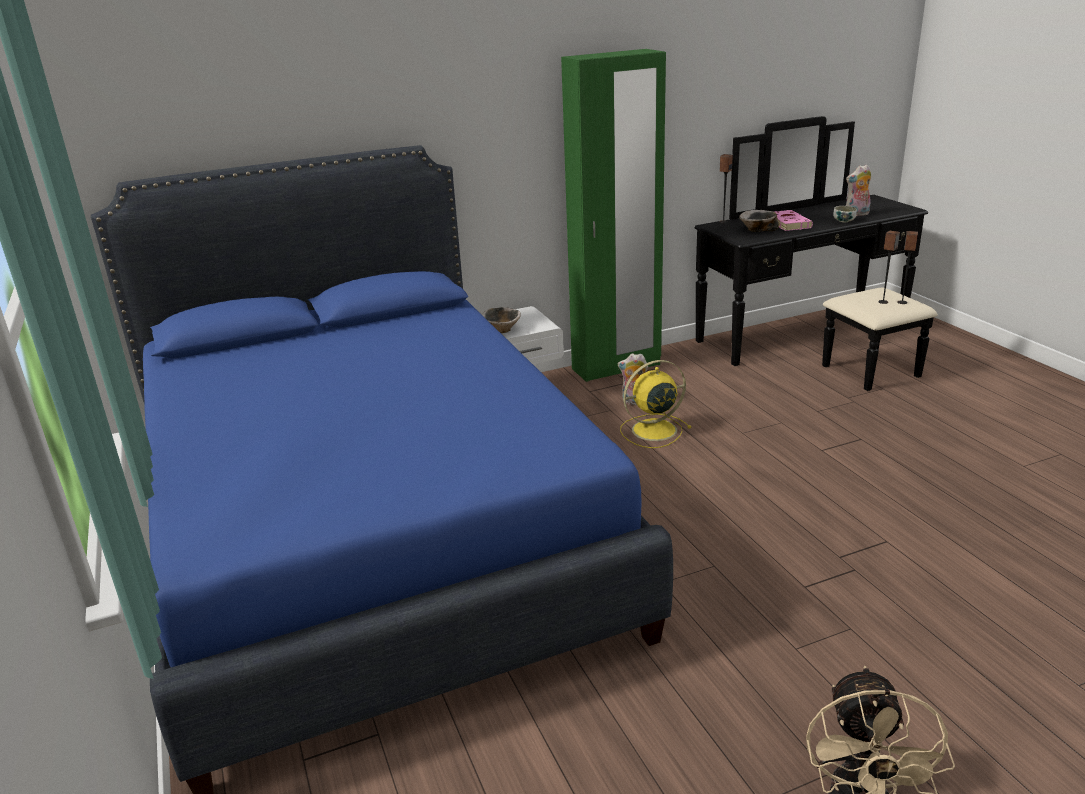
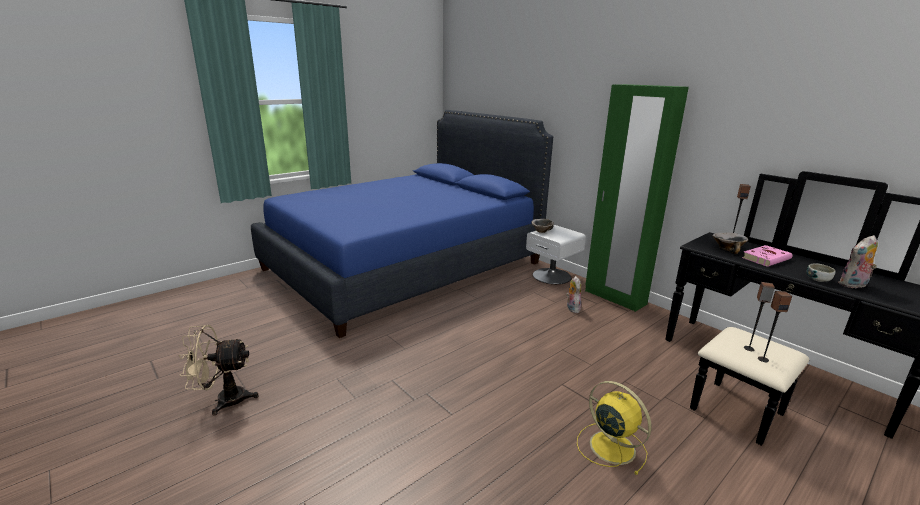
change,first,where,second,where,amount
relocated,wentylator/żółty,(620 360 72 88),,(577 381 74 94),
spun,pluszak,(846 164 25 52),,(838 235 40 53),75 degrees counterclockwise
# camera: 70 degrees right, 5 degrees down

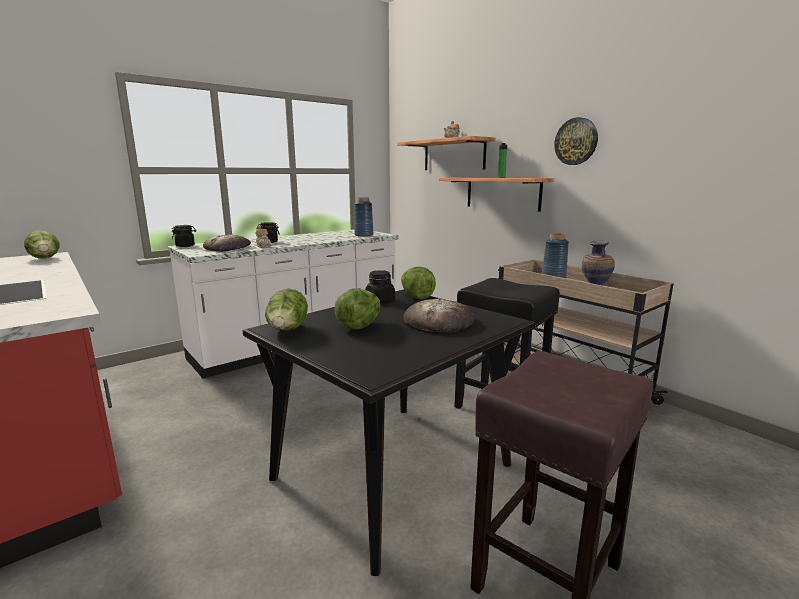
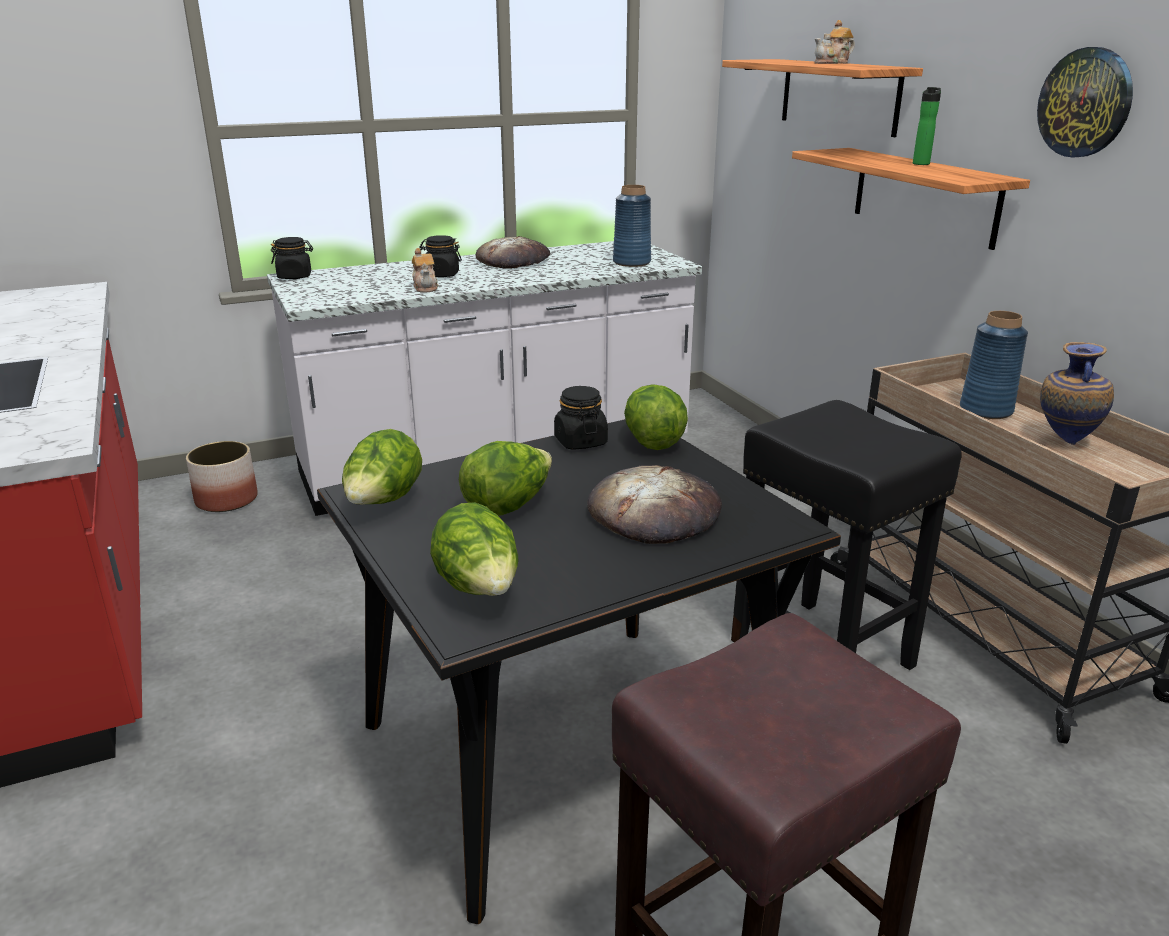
change,first,where,second,where,amount
relocated,sałata,(24 230 35 29),,(430 502 89 94),
relocated,chleb,(203 234 48 18),,(476 236 75 33),
appeared,,,donica,(186 441 72 71),
# camera: 15 degrees right, 10 degrees up

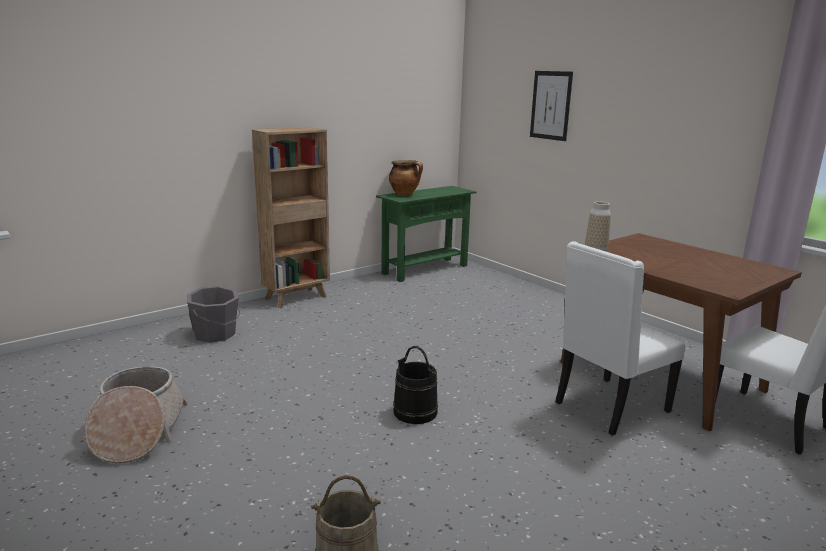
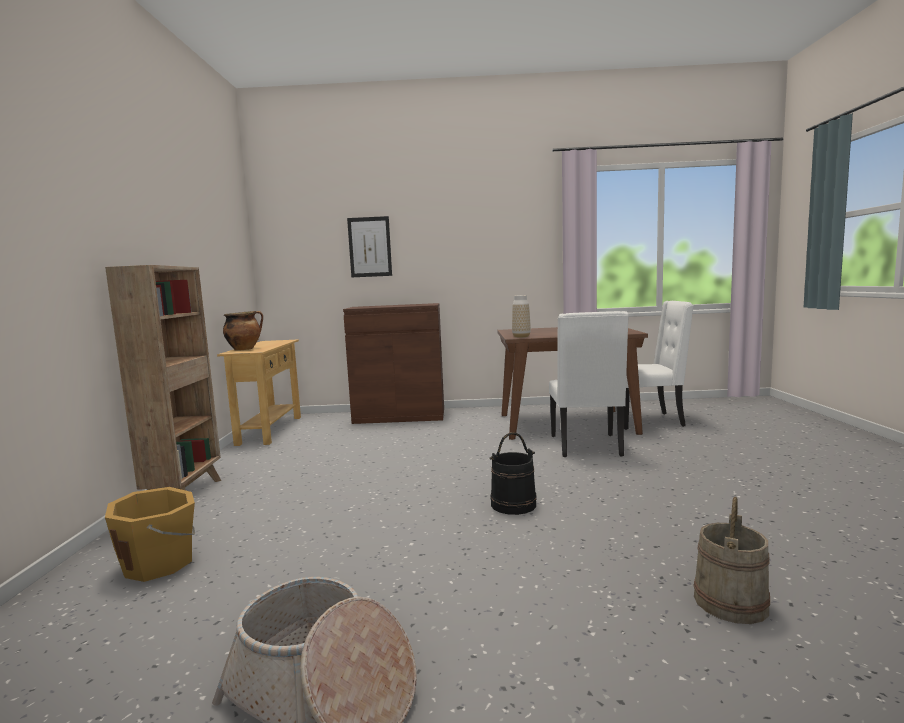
change,first,where,second,where,amount
colour,wiadro/szary,(187 285 53 58),wiadro/pomarańczowy,(105 487 90 95),
colour,stolik konsolowy/zielony,(376 186 101 96),stolik konsolowy/beżowy,(217 339 84 107),
appeared,,,szafka/brązowy,(343 303 101 121),
# camera: 50 degrees left, 10 degrees down

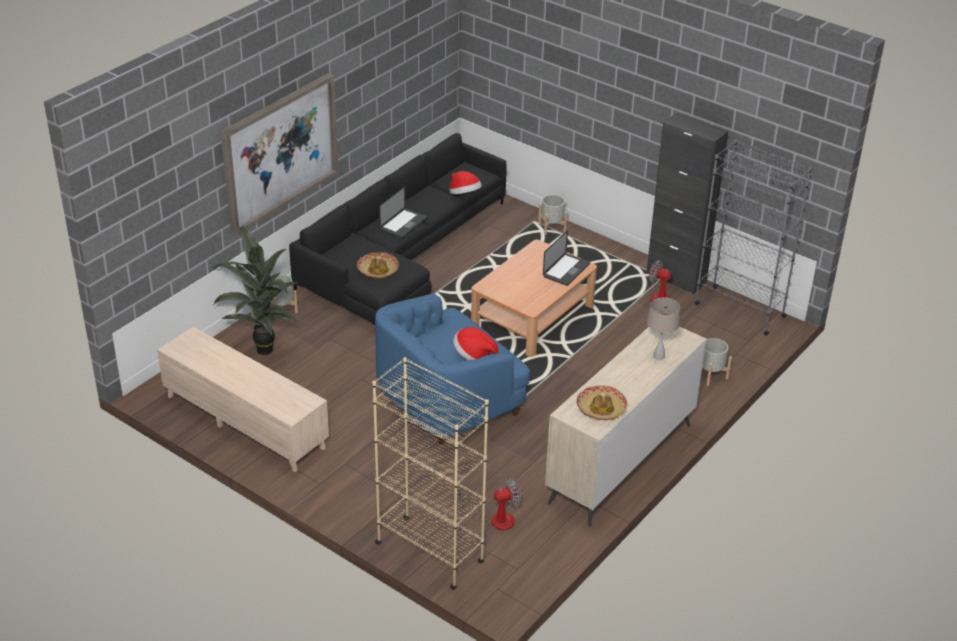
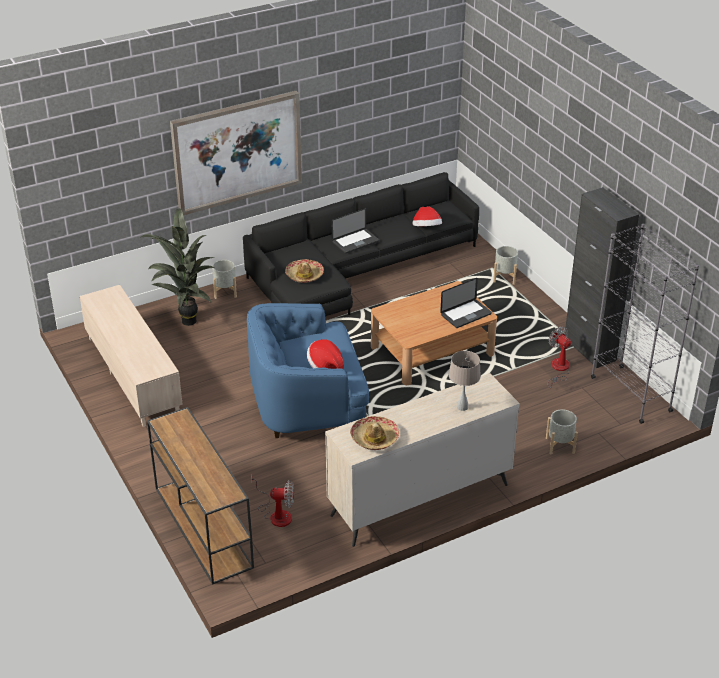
change,first,where,second,where,amount
exchanged,regał/beżowy,(372 357 117 233),stolik konsolowy/brązowy,(147 407 107 178),
# camera: 25 degrees right, 0 degrees up

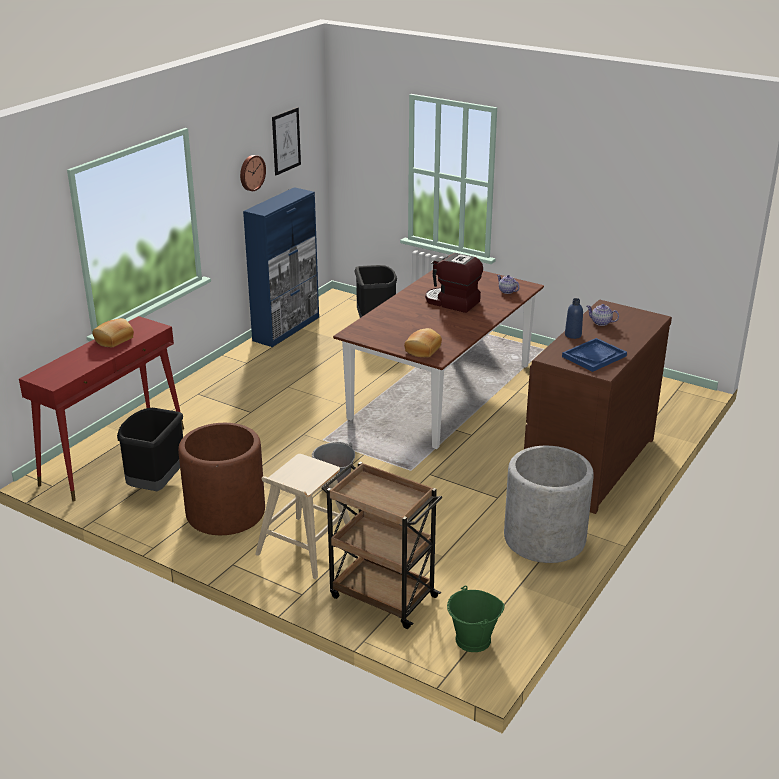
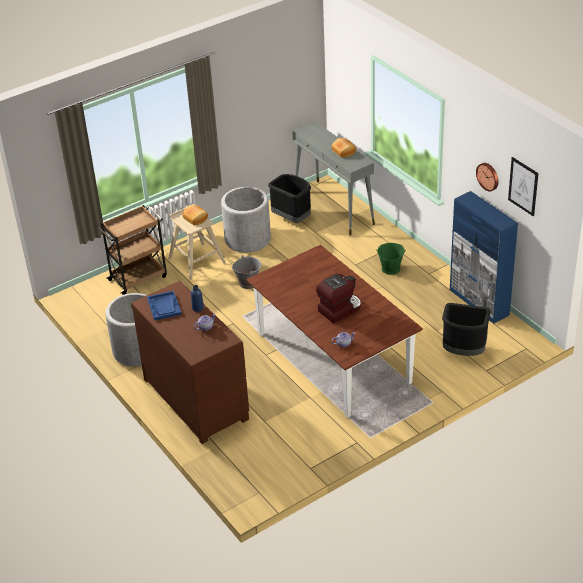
change,first,where,second,where,amount
colour,stolik konsolowy/czerwony,(19 316 165 186),stolik konsolowy/szary,(292 121 83 115),
colour,donica/brązowy,(178 423 87 112),donica/szary,(221 187 50 66),
relocated,chleb,(404 328 38 29),,(182 205 26 20),
relocated,wiadro/zielony,(447 586 58 66),,(376 243 30 32),
# camera: 115 degrees right, 10 degrees up

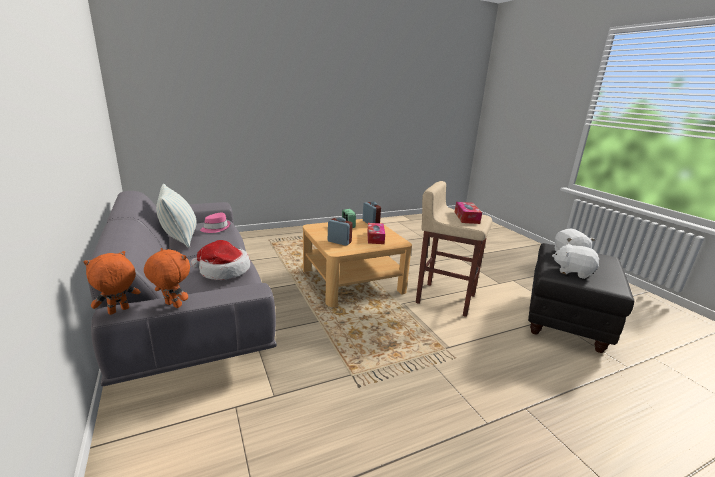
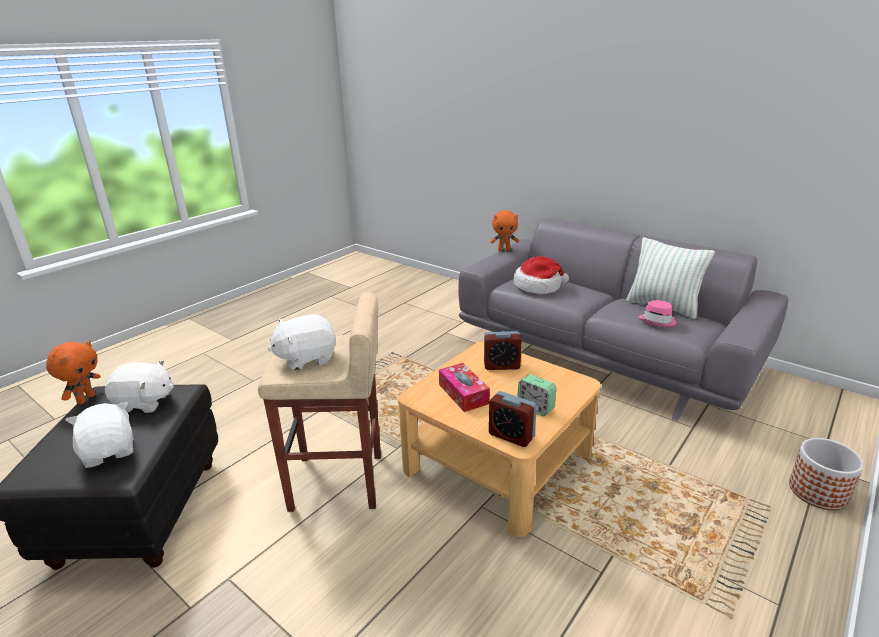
change,first,where,second,where,amount
relocated,pluszak/pomarańczowy,(84 251 56 64),,(46 340 55 64),
exchanged,pudełko chusteczek,(455 202 27 22),pluszak/biały,(268 314 68 57),
appeared,,,donica,(789 438 75 72),
# camera: 155 degrees right, 5 degrees up

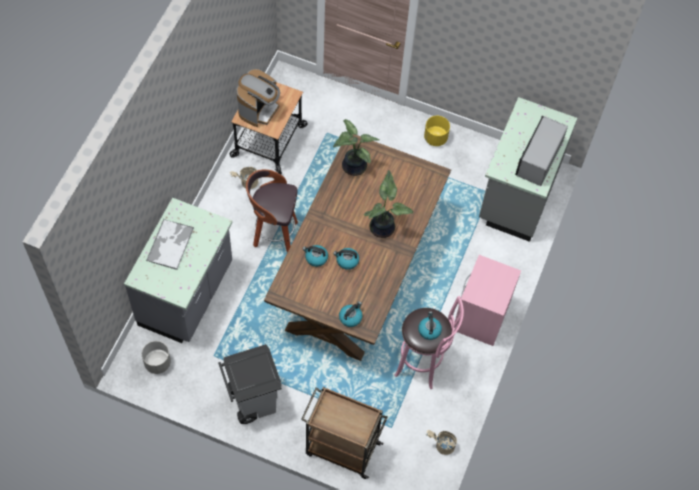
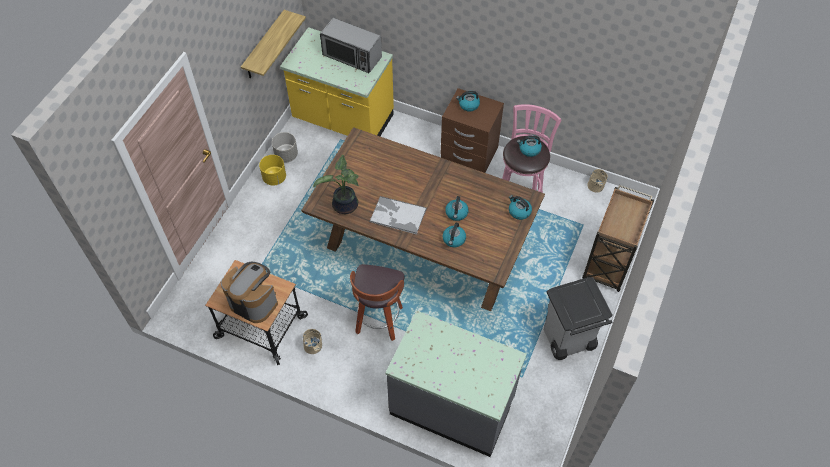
change,first,where,second,where,amount
relocated,donica/szary,(142 341 29 33),,(272 132 26 31),
relocated,taca,(146 219 48 51),,(369 196 58 39),
missing,roślina doniczkowa,(364 170 49 68),,,
colour,szafka nocna/różowy,(455 255 66 91),szafka nocna/brązowy,(440 88 64 85),
colour,zabudowa kuchenna/szary,(479 97 98 145),zabudowa kuchenna/żółty,(280 27 114 109),
appeared,,,półka,(241 10 65 68),
appeared,,,czajnik,(456 91 24 20),
# camera: 85 degrees left, 5 degrees down

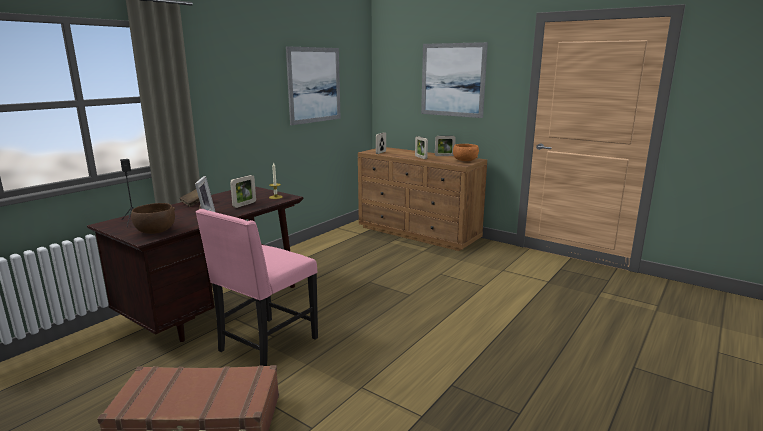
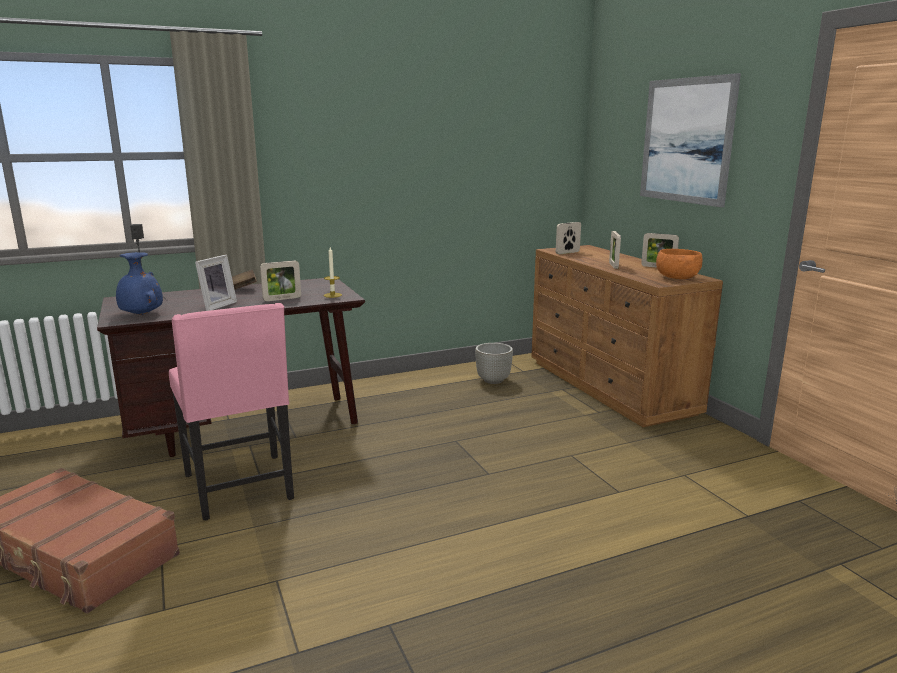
change,first,where,second,where,amount
exchanged,miska/brązowy,(131 203 44 31),wazon/niebieski,(116 252 47 63),
spun,krzesło/różowy,(196 209 122 157),,(169 303 125 218),90 degrees counterclockwise
missing,obraz,(286 46 55 79),,,
appeared,,,donica/szary,(475 343 38 41),
# camera: 30 degrees right, 0 degrees up

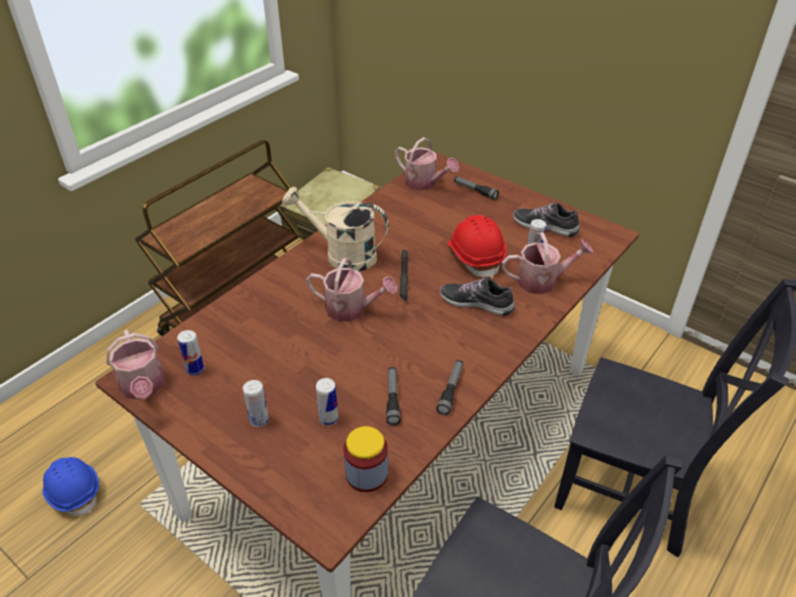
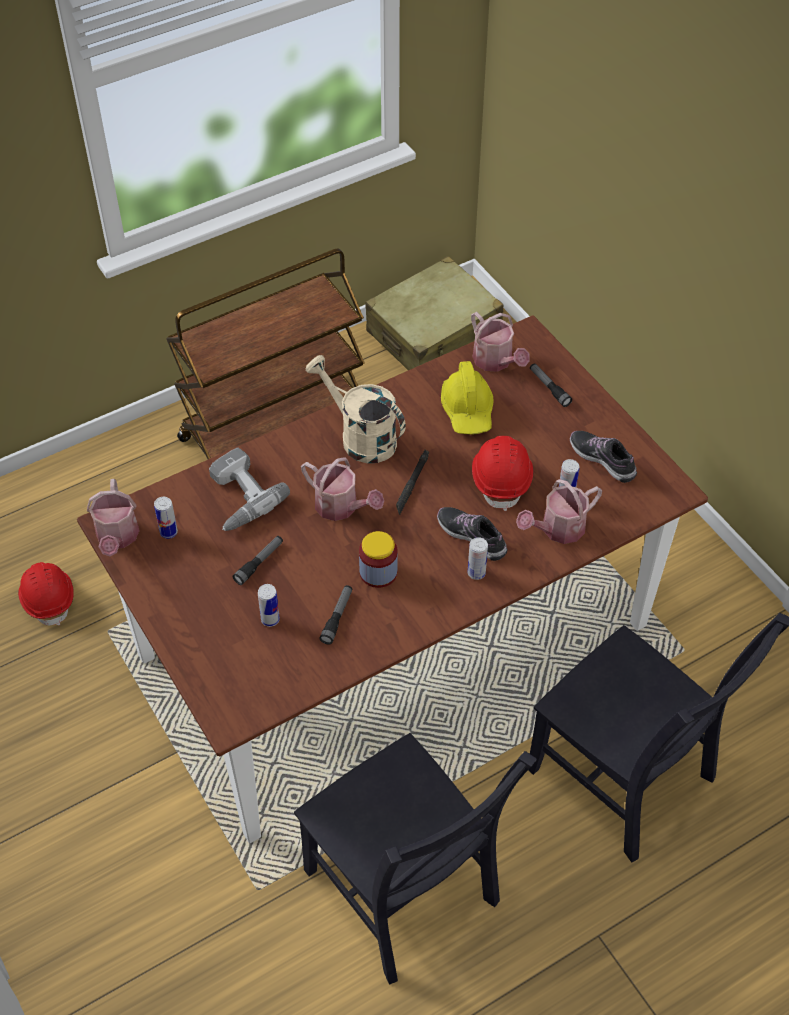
change,first,where,second,where,amount
colour,kask/niebieski,(43 457 56 59),kask/czerwony,(18 562 56 64),
relocated,puszka,(243 380 26 47),,(468 538 20 42),
relocated,słoik,(343 426 45 66),,(359 531 39 57),
relocated,latarka,(436 360 27 55),,(233 536 50 49),
spun,konewka,(502 233 92 61),,(516 479 86 65),135 degrees clockwise
appeared,,,wiertarka,(209 448 81 83),
appeared,,,kask/żółty,(441 361 53 74),
# camera: 20 degrees right, 10 degrees up

